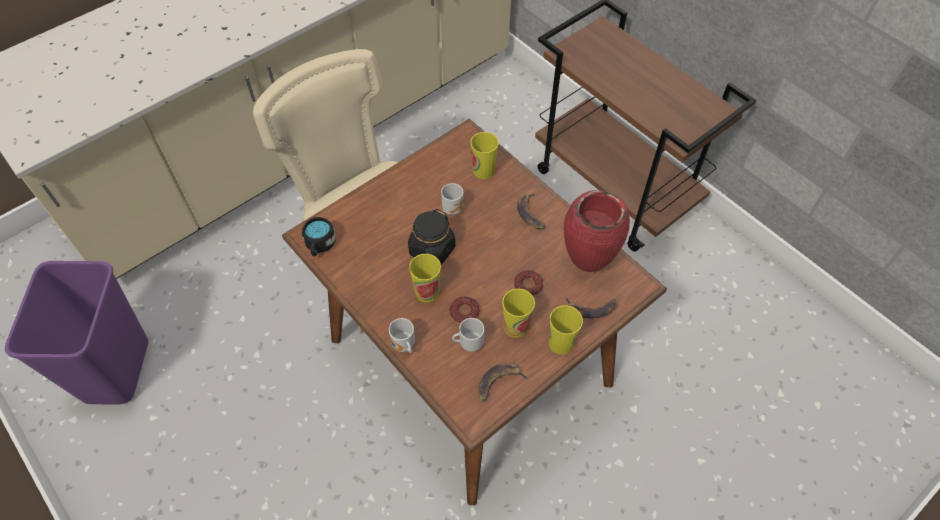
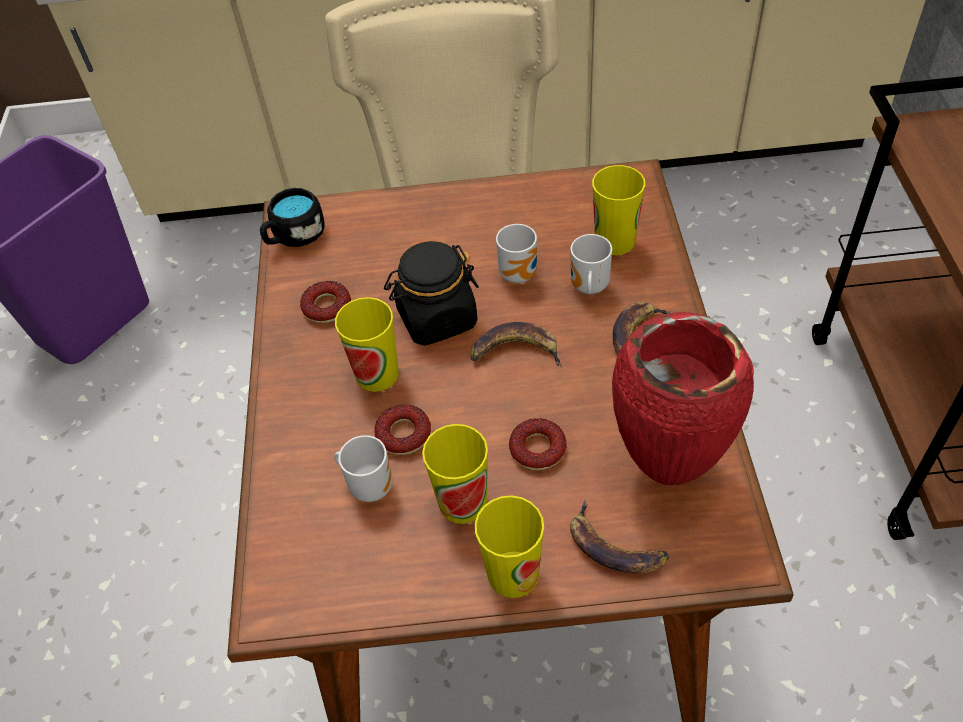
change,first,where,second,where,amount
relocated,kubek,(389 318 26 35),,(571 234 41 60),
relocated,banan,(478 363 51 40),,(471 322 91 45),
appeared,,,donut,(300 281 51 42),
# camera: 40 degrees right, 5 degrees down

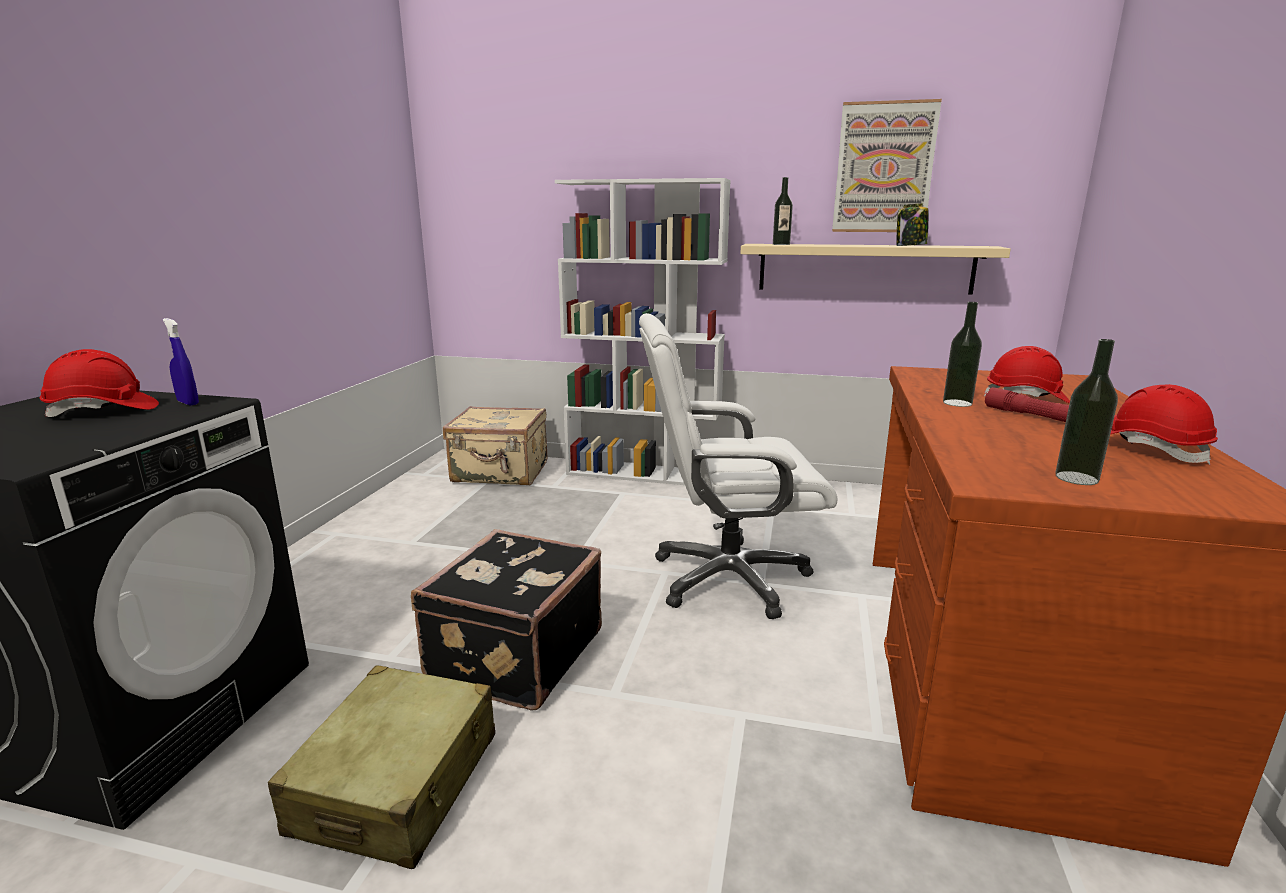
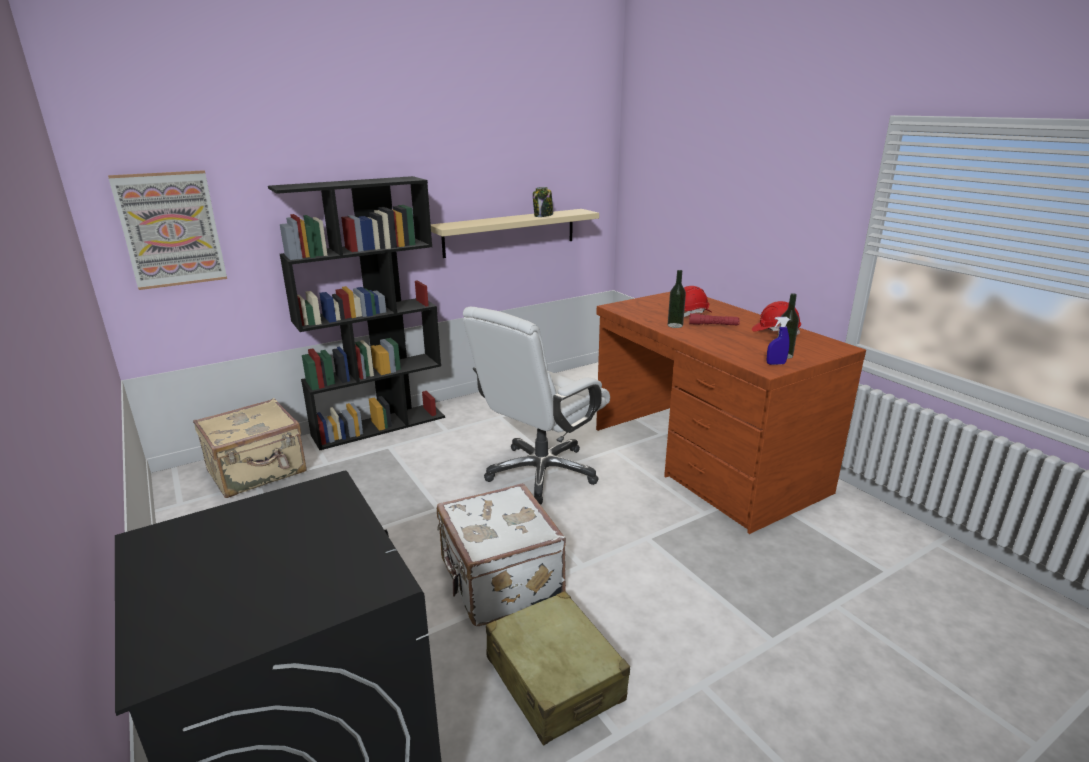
change,first,where,second,where,amount
missing,kask/czerwony,(40 349 119 68),,,
relocated,spryskiwacz/niebieski,(163 318 36 88),,(767 317 23 48),
colour,walizka/czarny,(411 529 191 182),walizka/biały,(437 483 129 143),
colour,regał/biały,(555 178 176 307),regał/czarny,(268 176 177 274),
missing,butelka,(773 177 20 68),,,
relocated,obraz,(832 99 110 133),,(108 170 119 120),
# camera: 45 degrees left, 5 degrees up

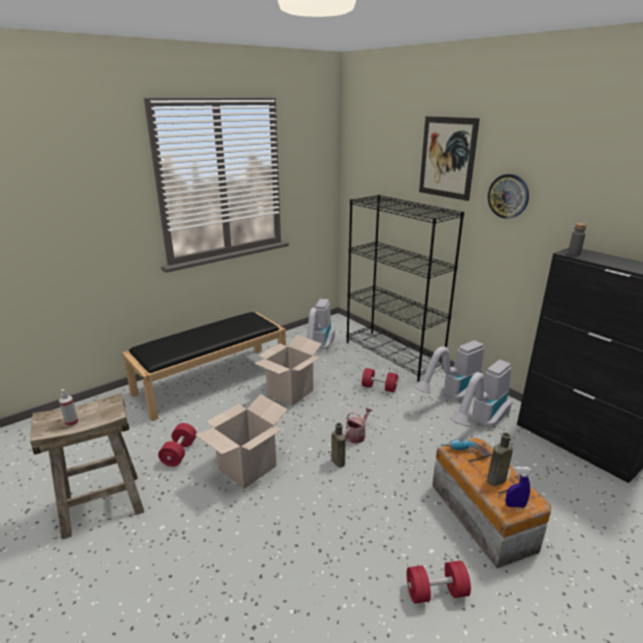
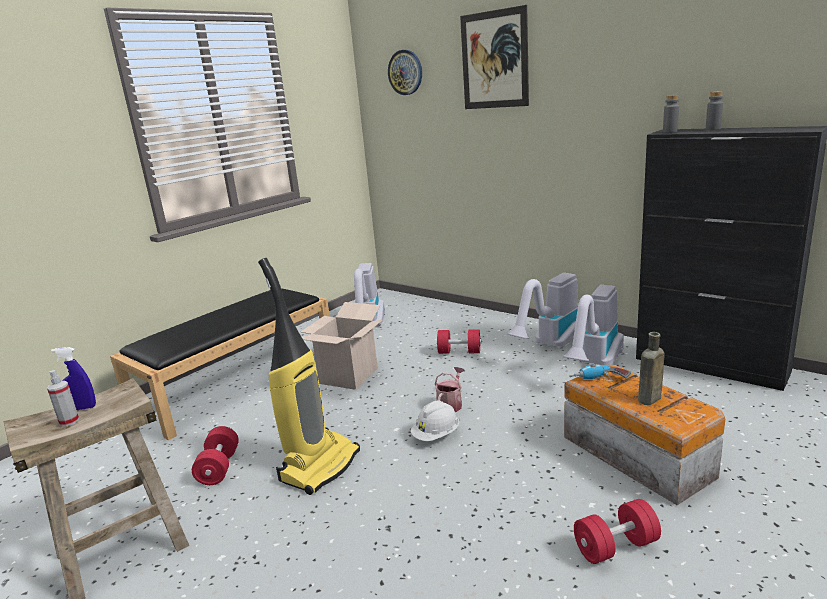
change,first,where,second,where,amount
exchanged,karton,(195 394 93 95),odkurzacz,(258 258 102 237),
exchanged,butelka/brązowy,(331 423 15 44),kask/biały,(411 401 48 40),
missing,regał/czarny,(346 195 118 187),,,
relocated,zegar ścienny,(488 174 41 45),,(388 50 34 45),
relocated,spryskiwacz/niebieski,(505 467 26 41),,(51 347 45 63),
appeared,,,butelka/szary,(706 91 17 39),
# camera: 10 degrees left, 5 degrees down

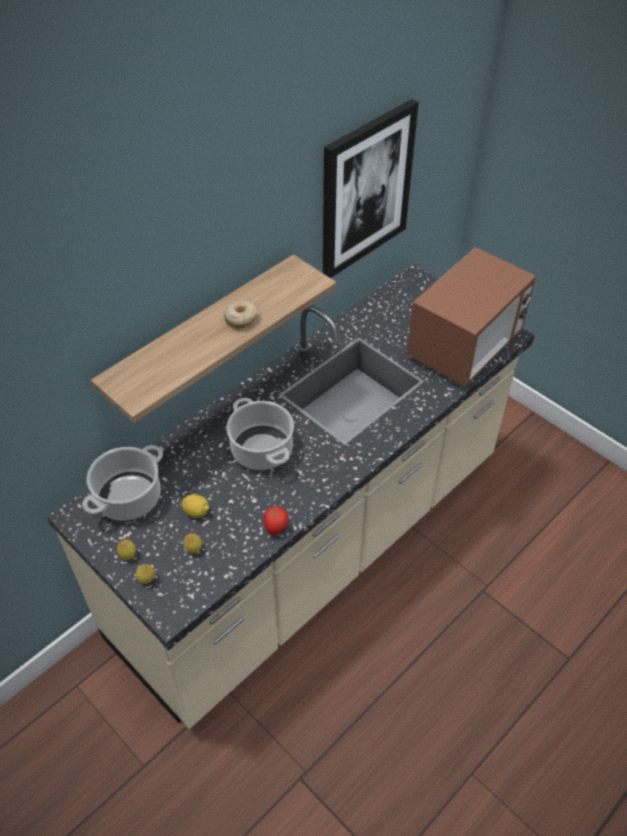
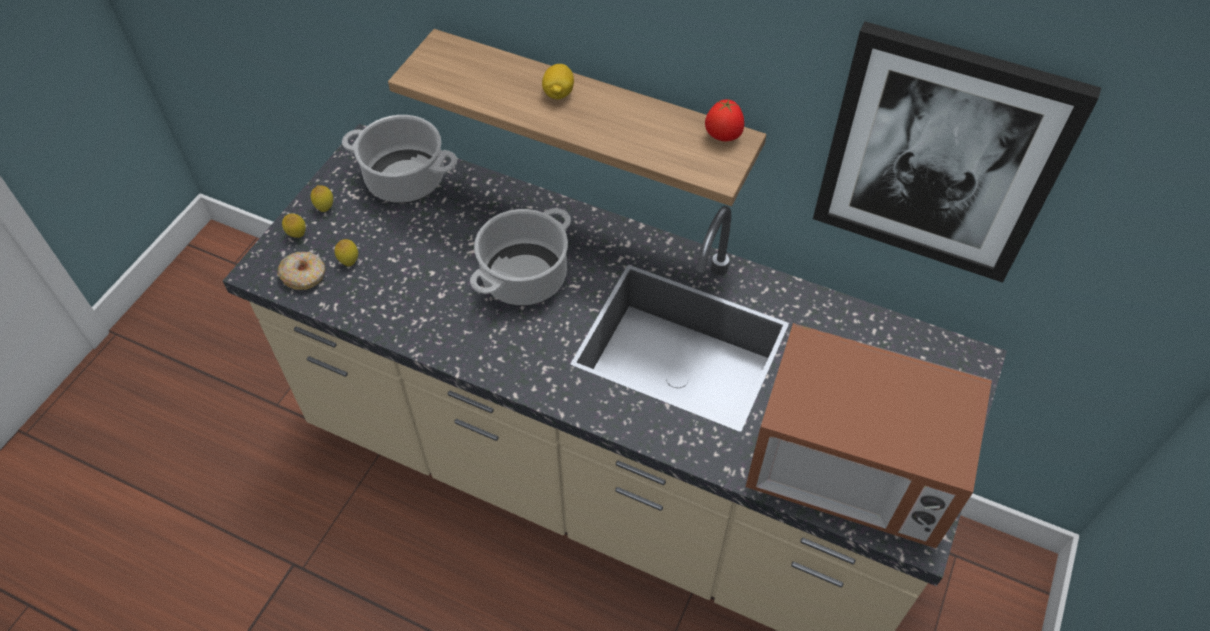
change,first,where,second,where,amount
relocated,cytryna,(182 494 27 24),,(542 64 32 35),
relocated,donut,(224 301 34 28),,(277 252 48 38),
relocated,pomidor,(264 506 25 29),,(705 100 39 41),
# camera: 70 degrees right, 5 degrees up

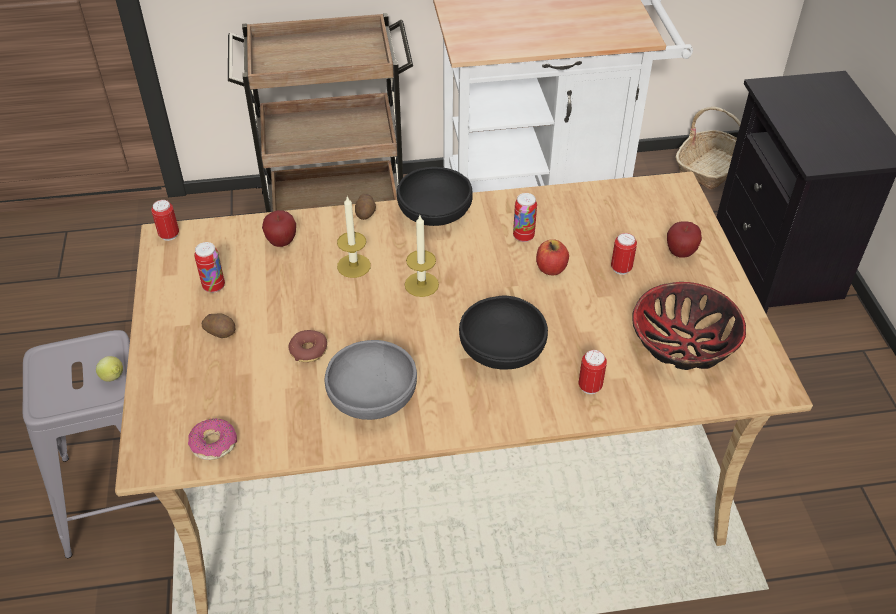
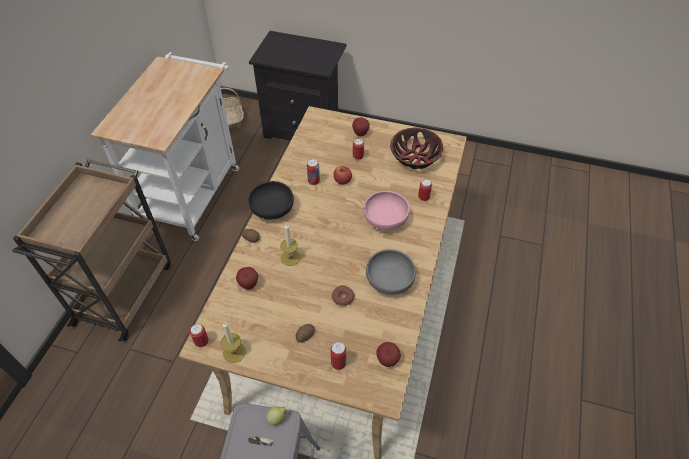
change,first,where,second,where,amount
exchanged,donut,(188 418 49 42),jabłko,(376 342 25 25),
relocated,puszka,(194 242 31 51),,(331 342 15 28),
relocated,świeca,(405 215 34 82),,(221 322 25 41),
colour,miska/czarny,(459 296 89 74),miska/różowy,(363 191 47 39),
# camera: 65 degrees left, 5 degrees up

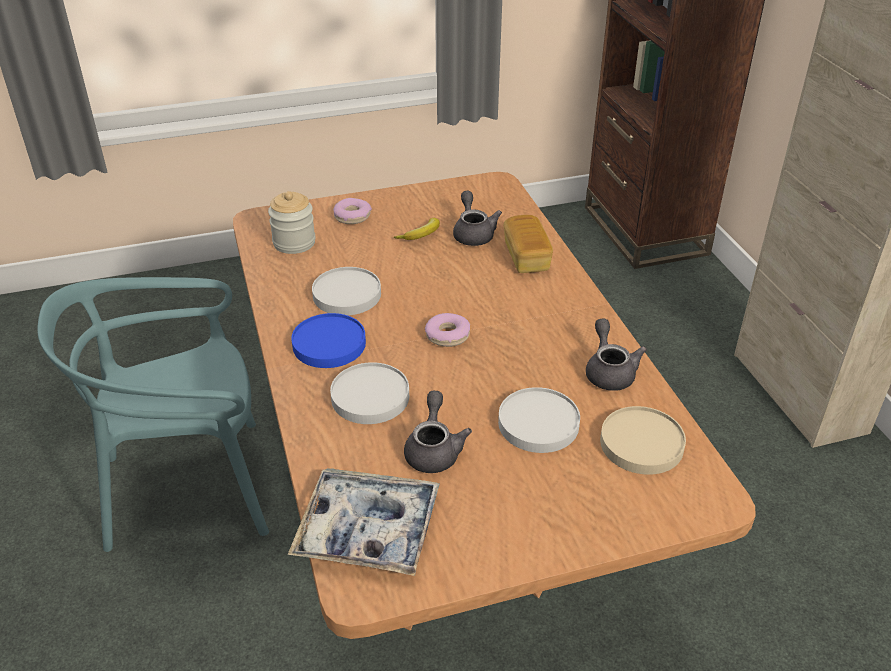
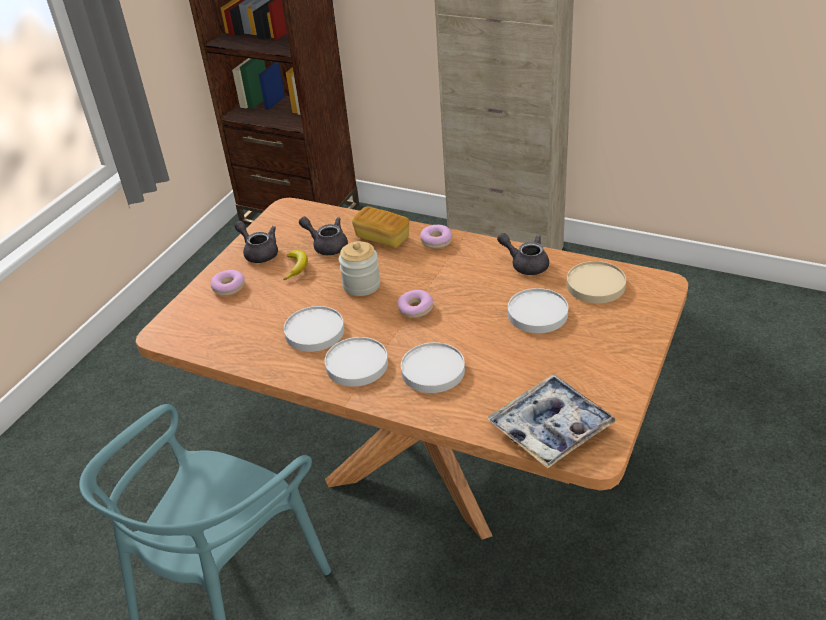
change,first,where,second,where,amount
relocated,słoik,(268 191 48 63),,(339 241 41 55),
colour,talerz/niebieski,(291 313 75 55),talerz/biały,(325 337 63 49),
relocated,imbryk/szary,(404 391 68 82),,(234 221 44 42),
appeared,,,donut,(420 225 32 24),
# camera: 45 degrees left, 0 degrees up

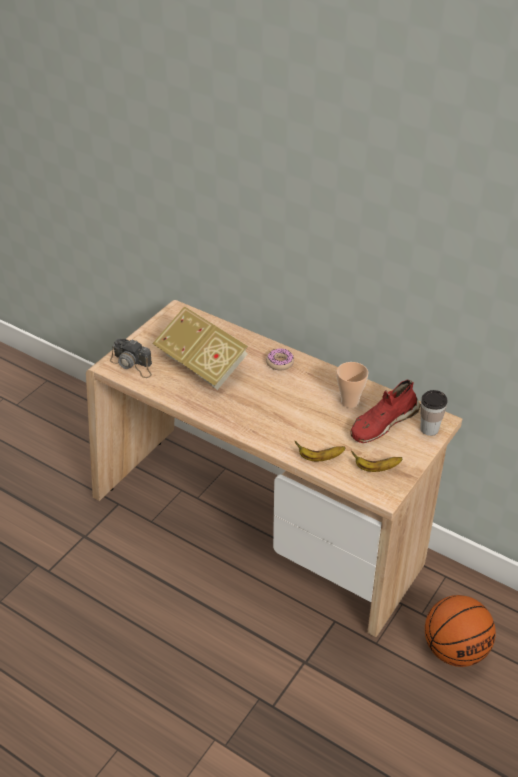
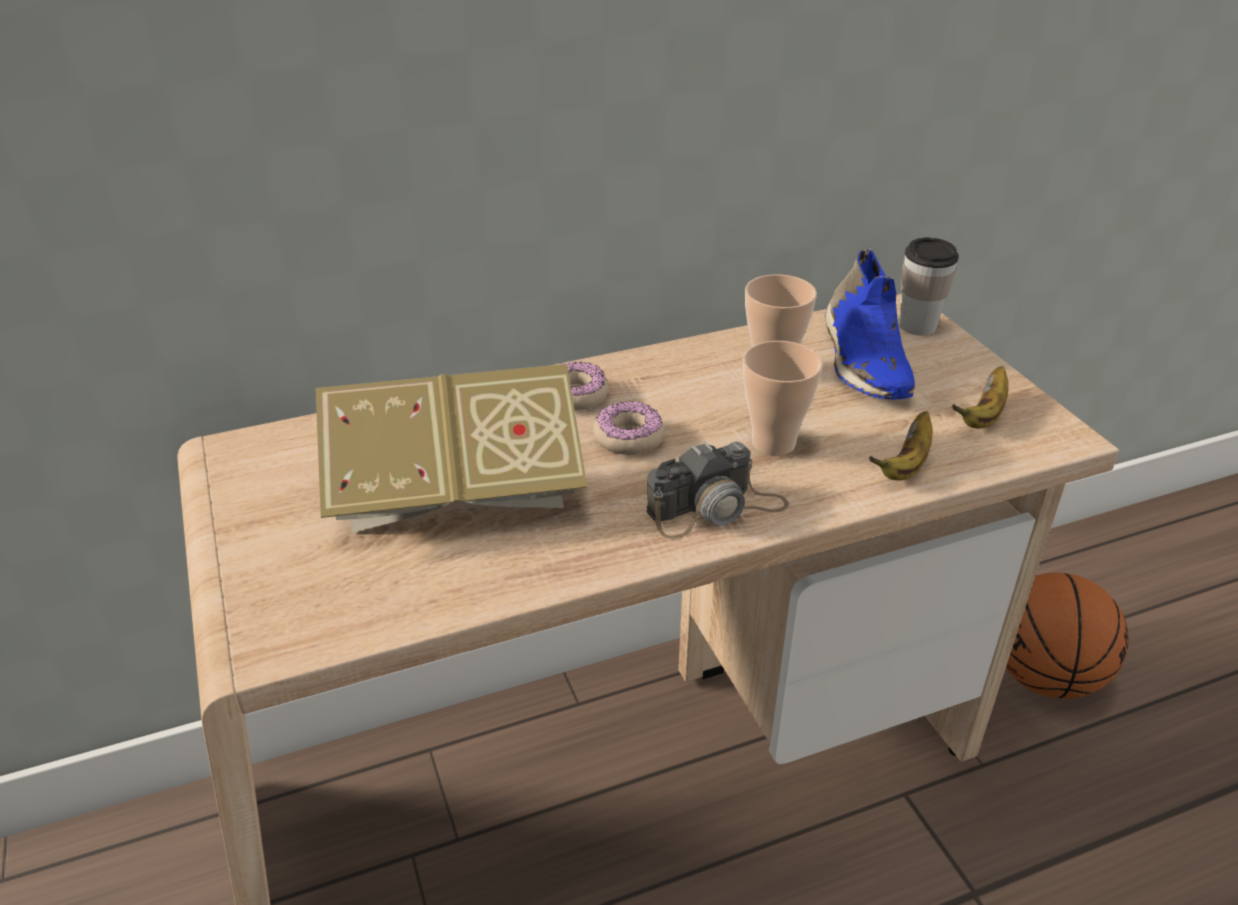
change,first,where,second,where,amount
relocated,aparat fotograficzny,(110 339 42 39),,(646 441 143 98),
colour,but/czerwony,(350 380 71 63),but/niebieski,(825 248 90 152),
appeared,,,donut,(593 400 72 55),
appeared,,,filiżanka,(743 341 80 115),
# camera: 55 degrees left, 5 degrees down

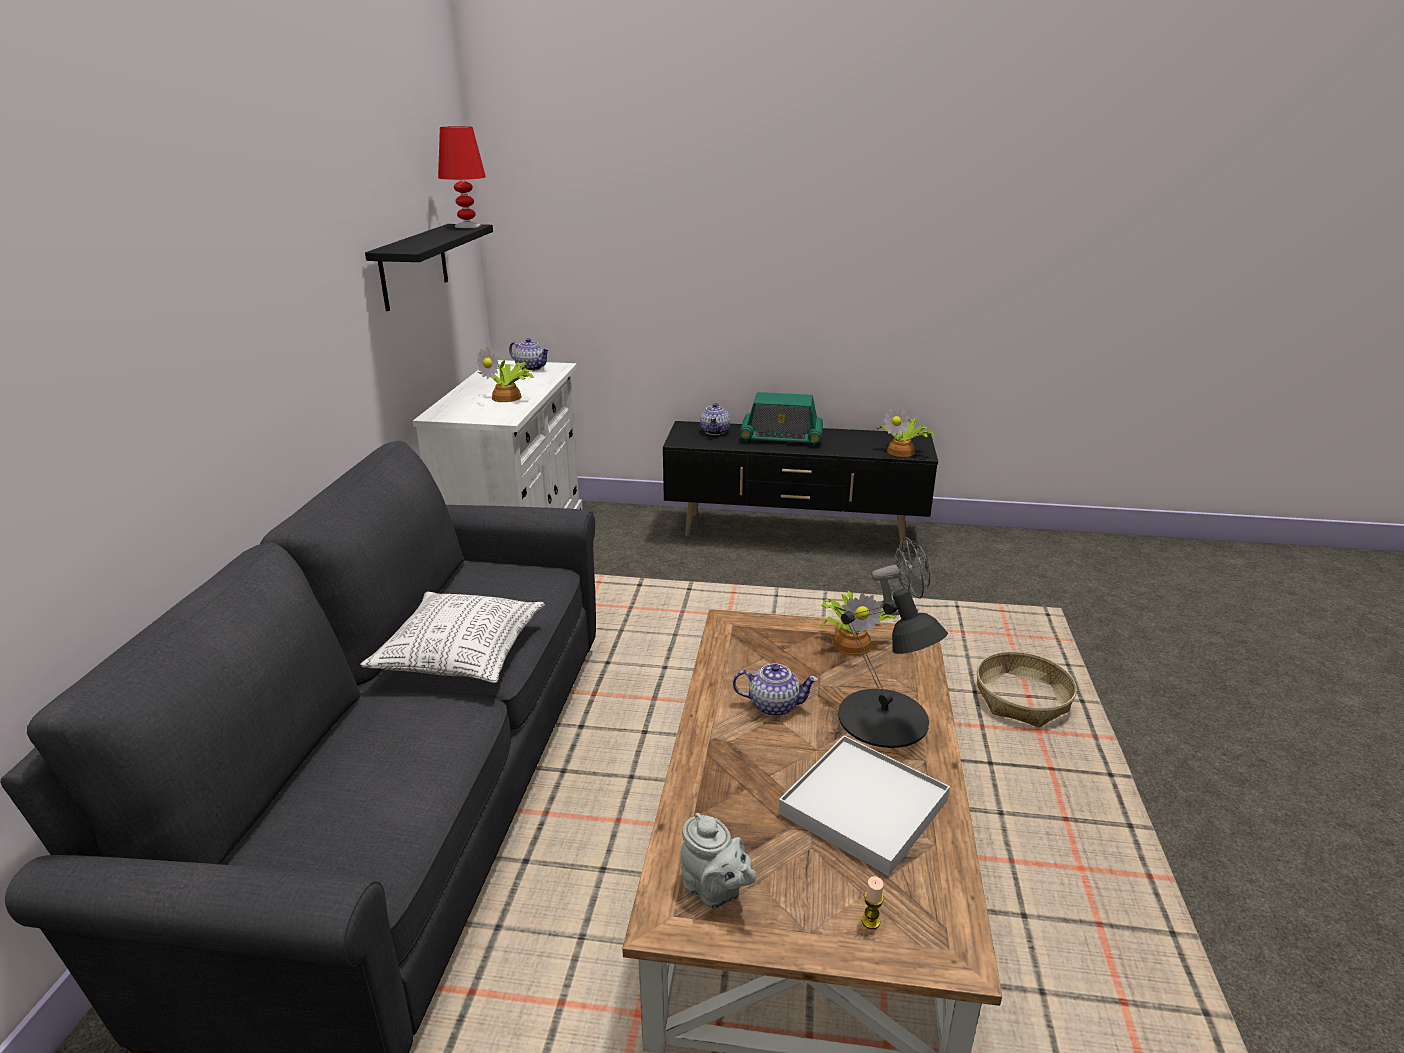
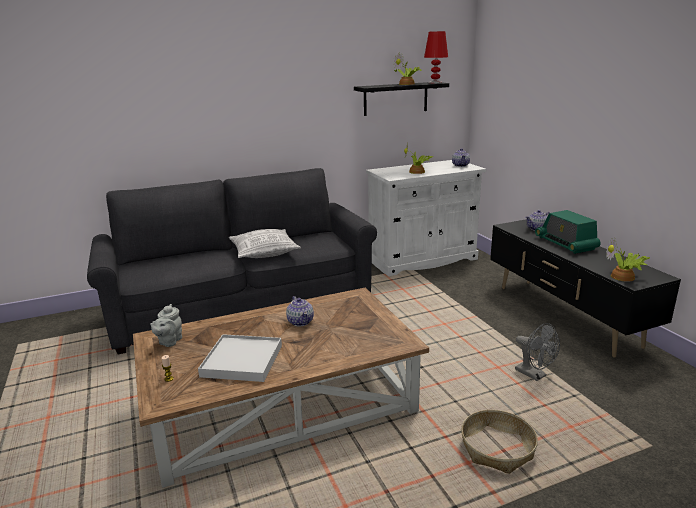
change,first,where,second,where,amount
relocated,roślina doniczkowa,(820 591 77 65),,(393 53 29 32),
missing,lampa stołowa/czarny,(838 588 110 160),,,
# camera: 60 degrees right, 5 degrees down

